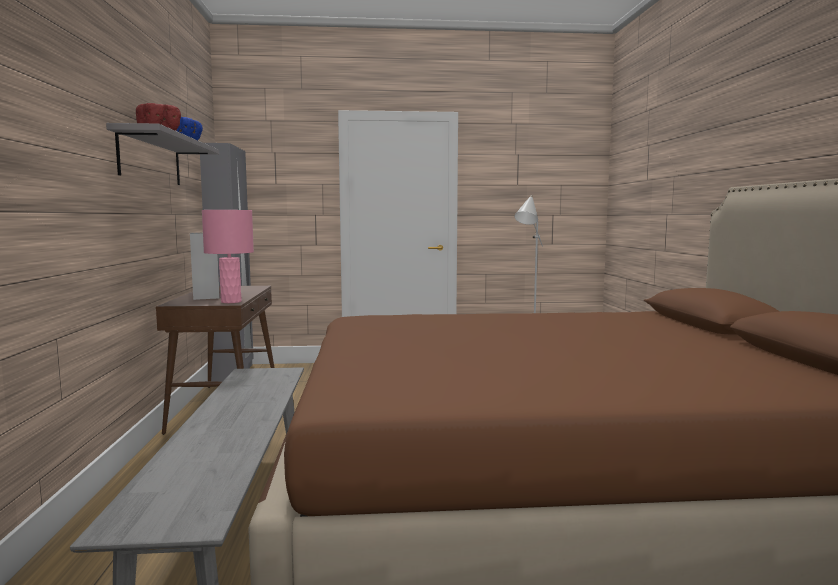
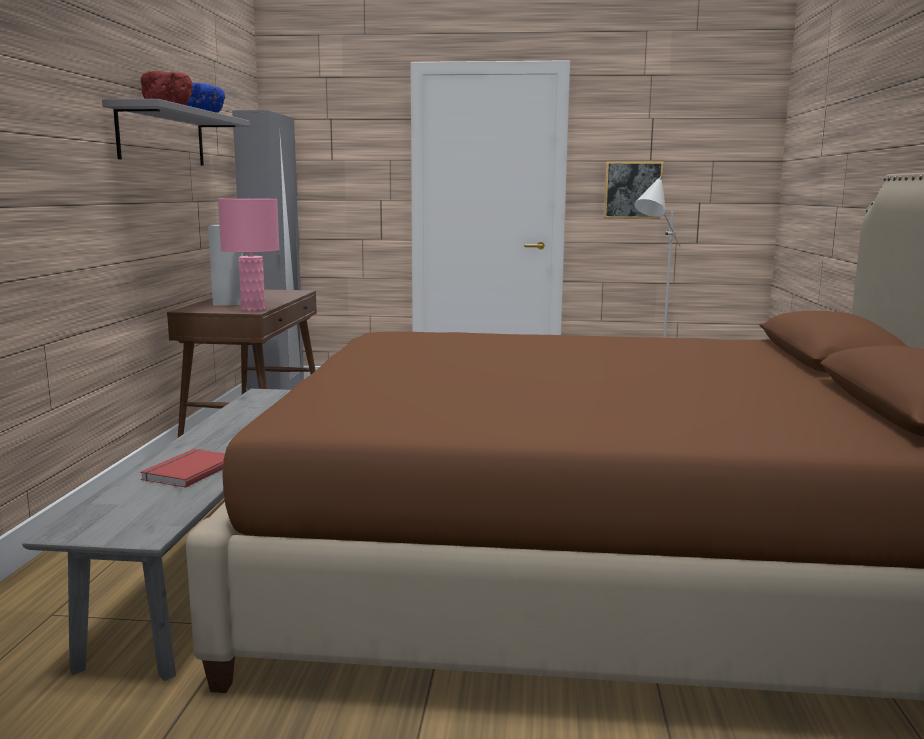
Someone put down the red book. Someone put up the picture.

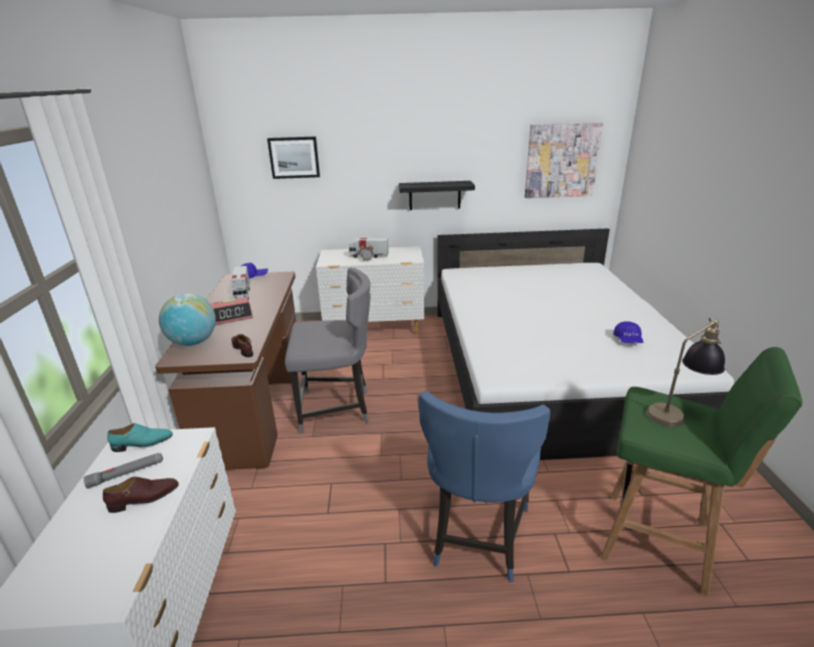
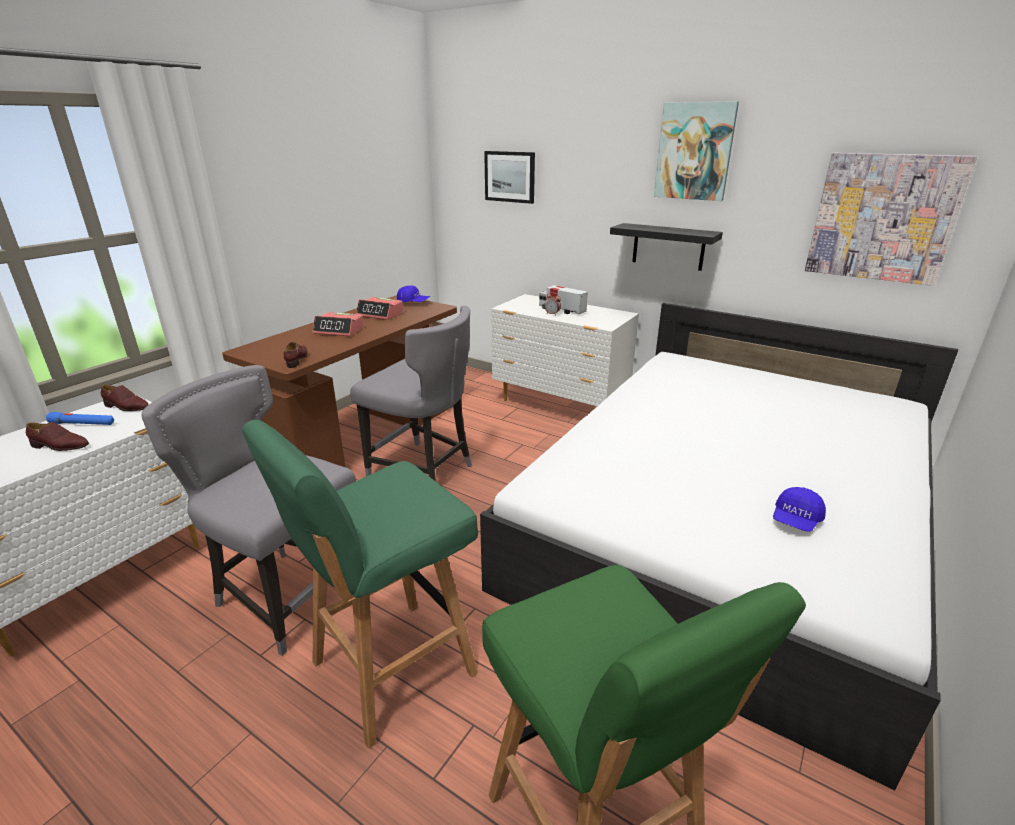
Someone took away the globe. Someone took away the table lamp. Someone put down the grey chair (no. 1 from left). Someone put up the picture (no. 2 from left). Someone swapped the toy truck (no. 1 from left) for the alarm clock (no. 2 from left). Someone swapped the blue chair for the green stool (no. 1 from left). Someone repainted the grey flashlight, which became the blue flashlight. Someone repainted the turquoise shoe, which became the brown shoe (no. 2 from left).

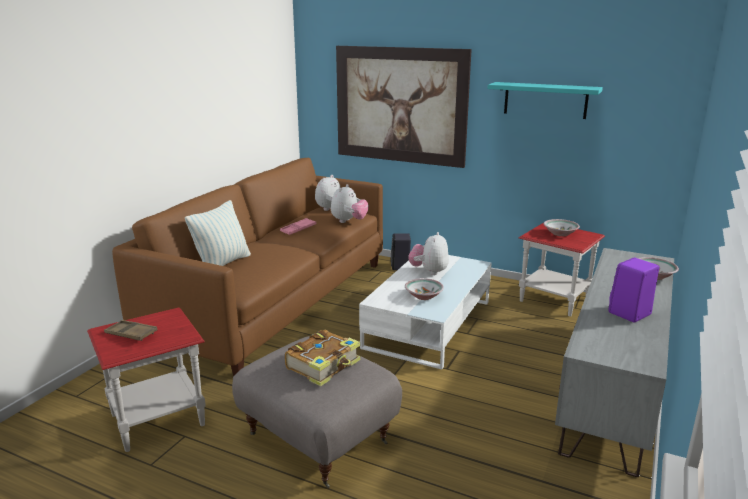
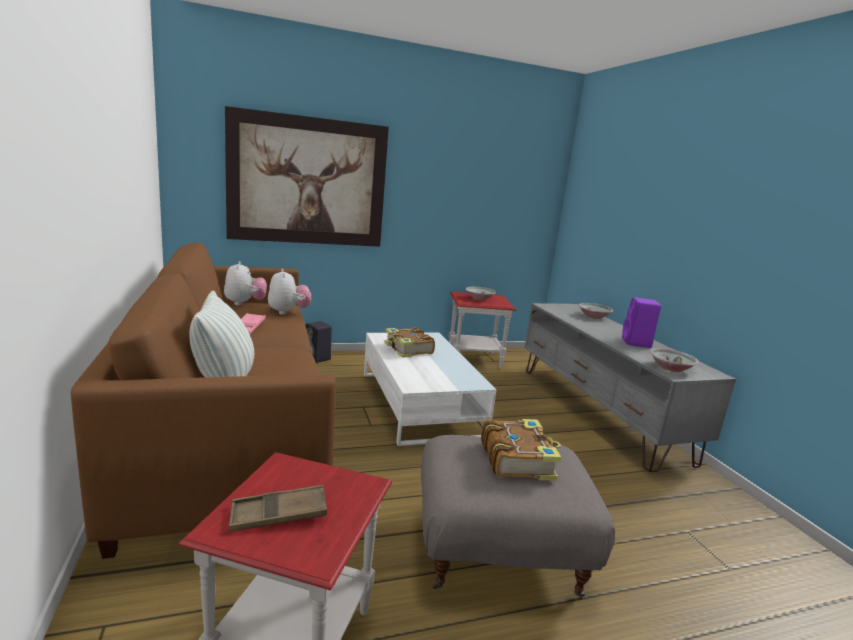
Someone took away the turquoise shelf. Someone carried the bowl (no. 1 from left in the first image). Someone swapped the plush toy (no. 3 from left) for the book (no. 1 from left).

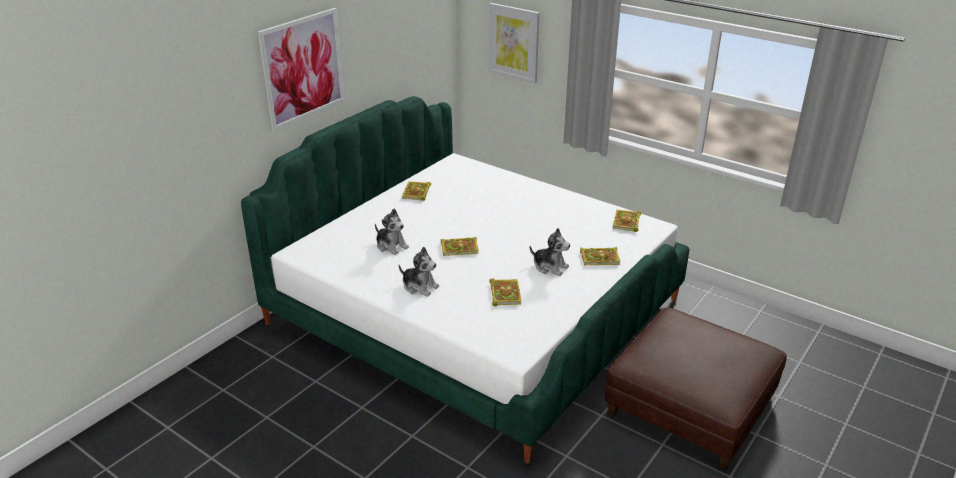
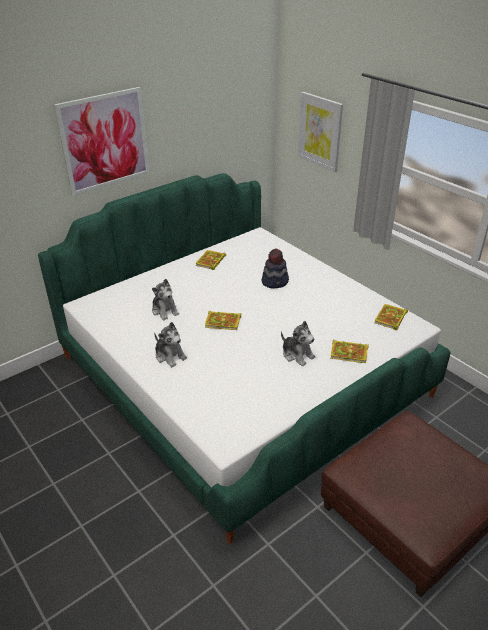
Someone took away the book (no. 3 from left). Someone put down the hat.

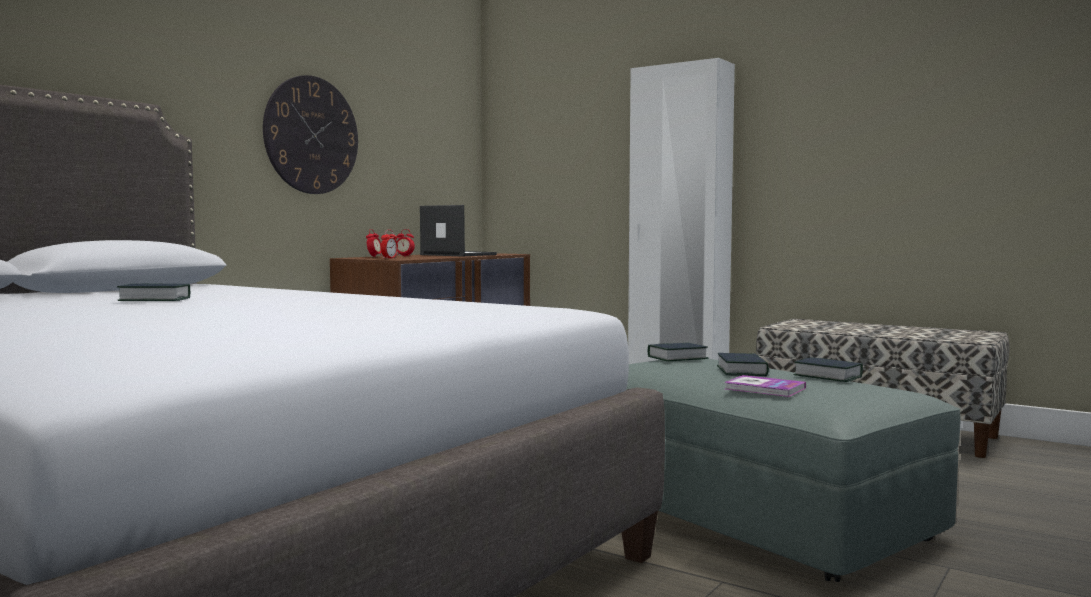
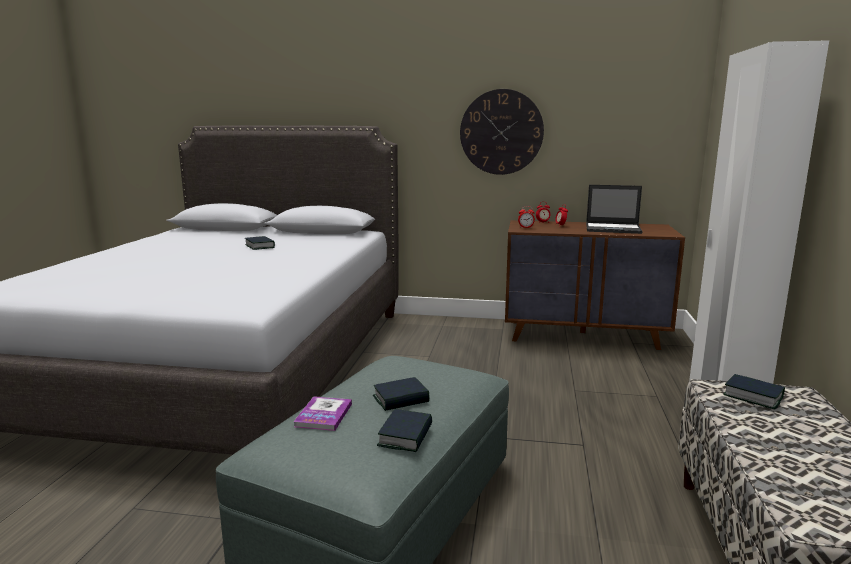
Someone carried the book (no. 2 from left in the first image). Someone rotated the laptop by 90 degrees clockwise.

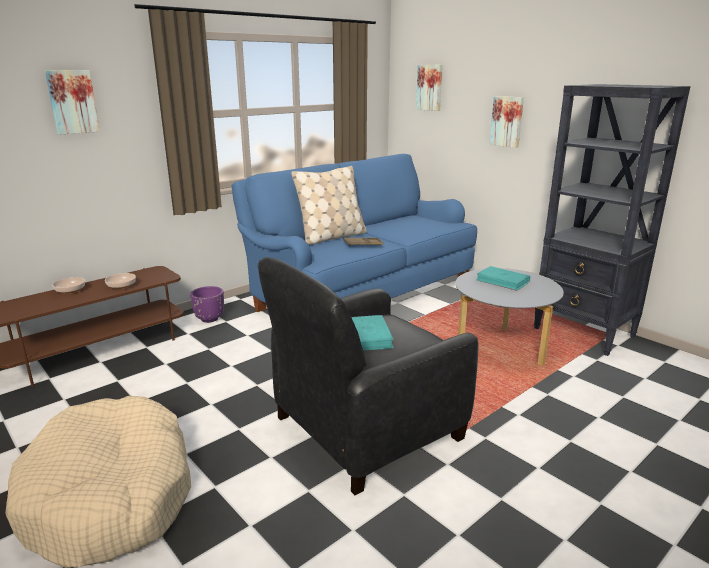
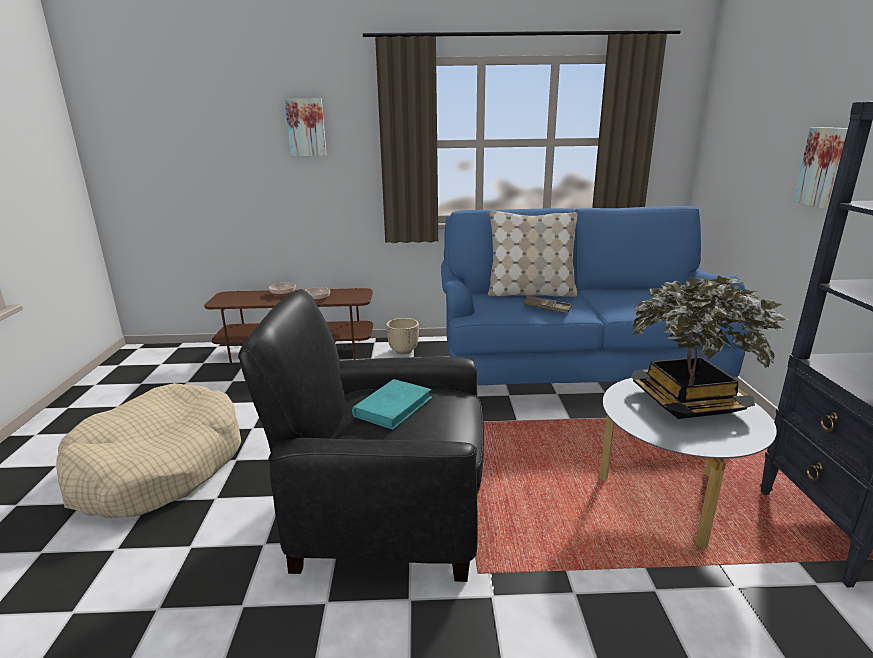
Someone took away the picture (no. 2 from left). Someone swapped the turquoise book (no. 2 from left) for the potted plant. Someone repainted the purple planter, which became the beige planter.

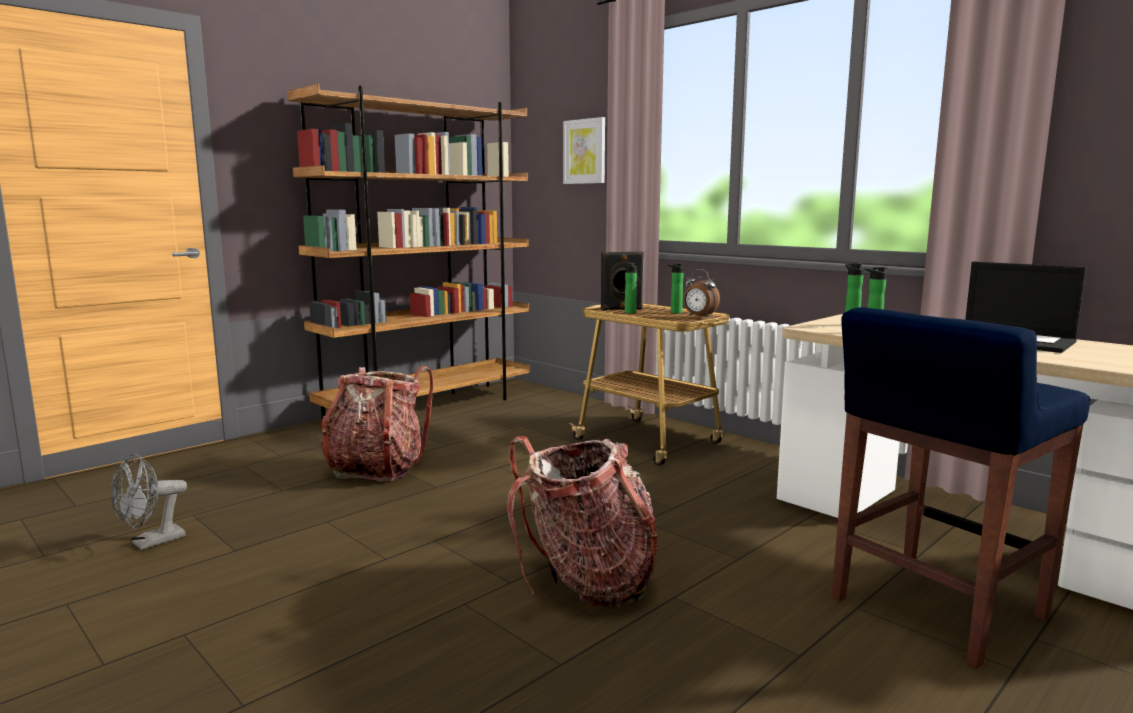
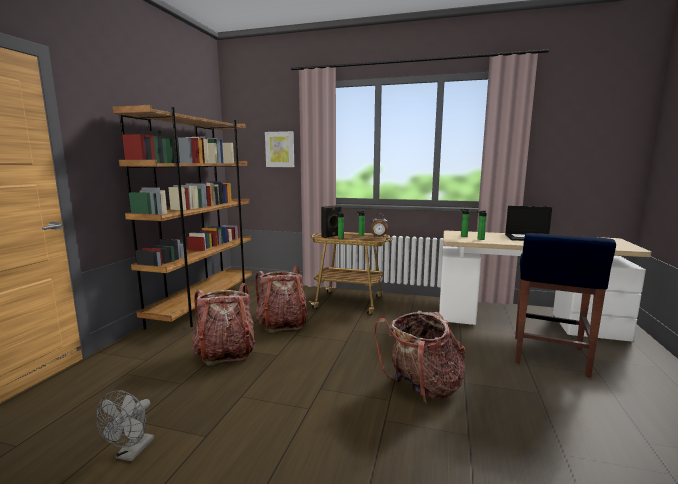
Someone put down the backpack (no. 2 from left).

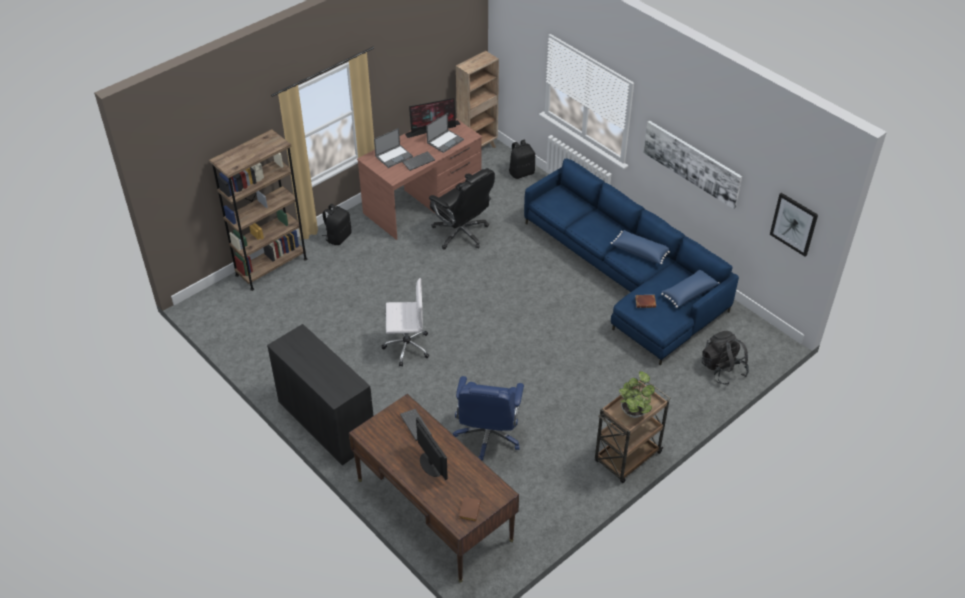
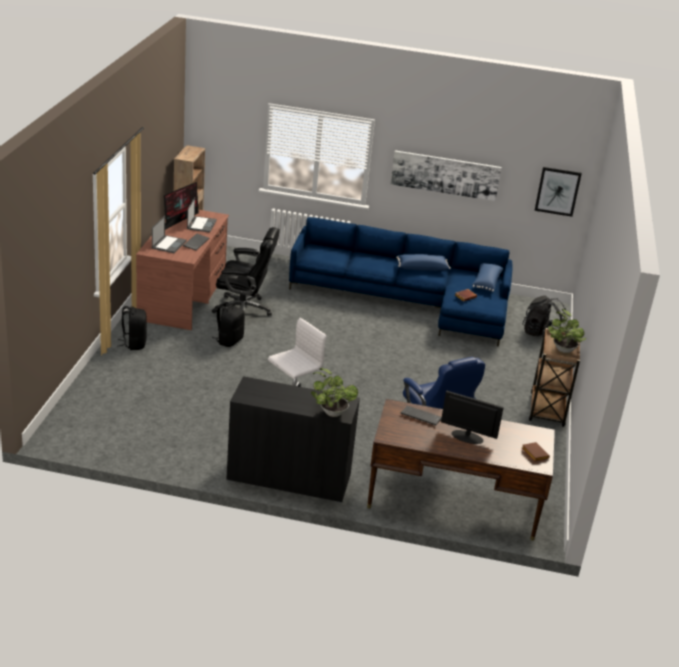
Someone took away the brown bookcase (no. 1 from left). Someone put down the potted plant (no. 1 from left). Someone carried the black backpack (no. 2 from left).

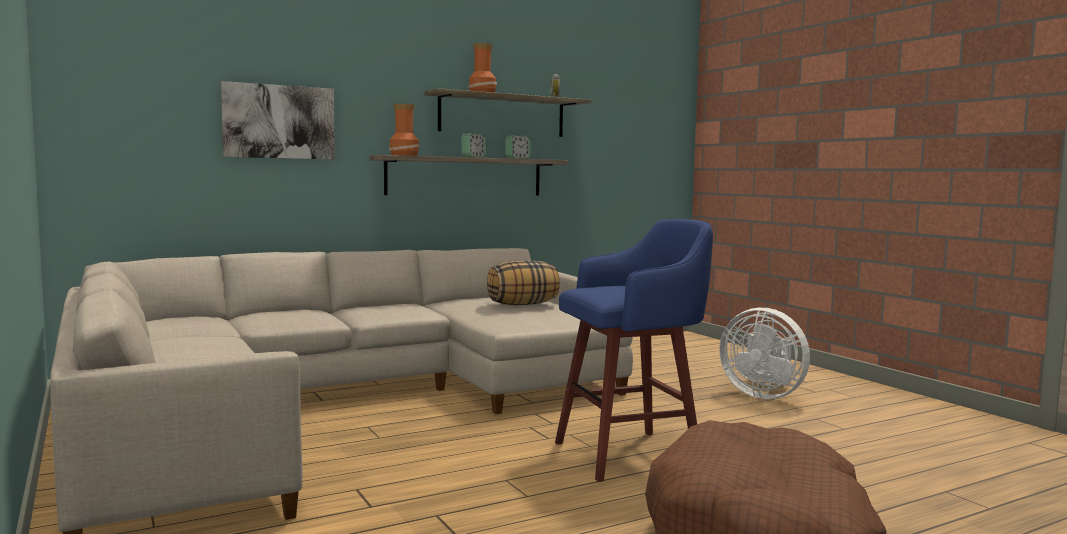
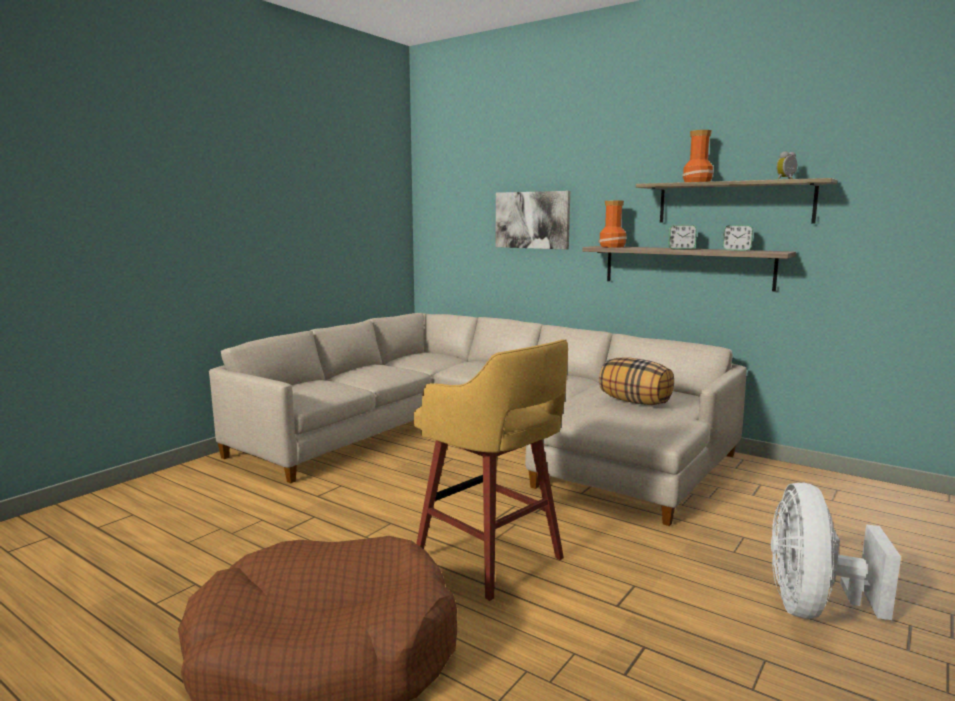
Someone repainted the blue stool, which became the yellow stool.

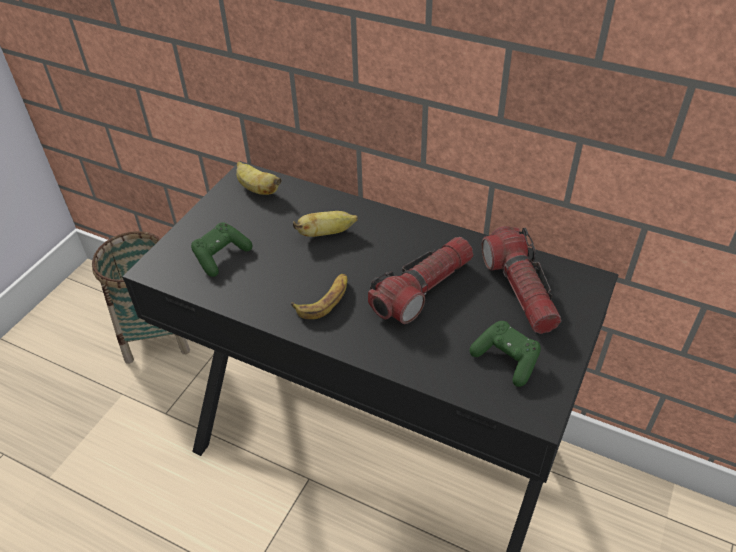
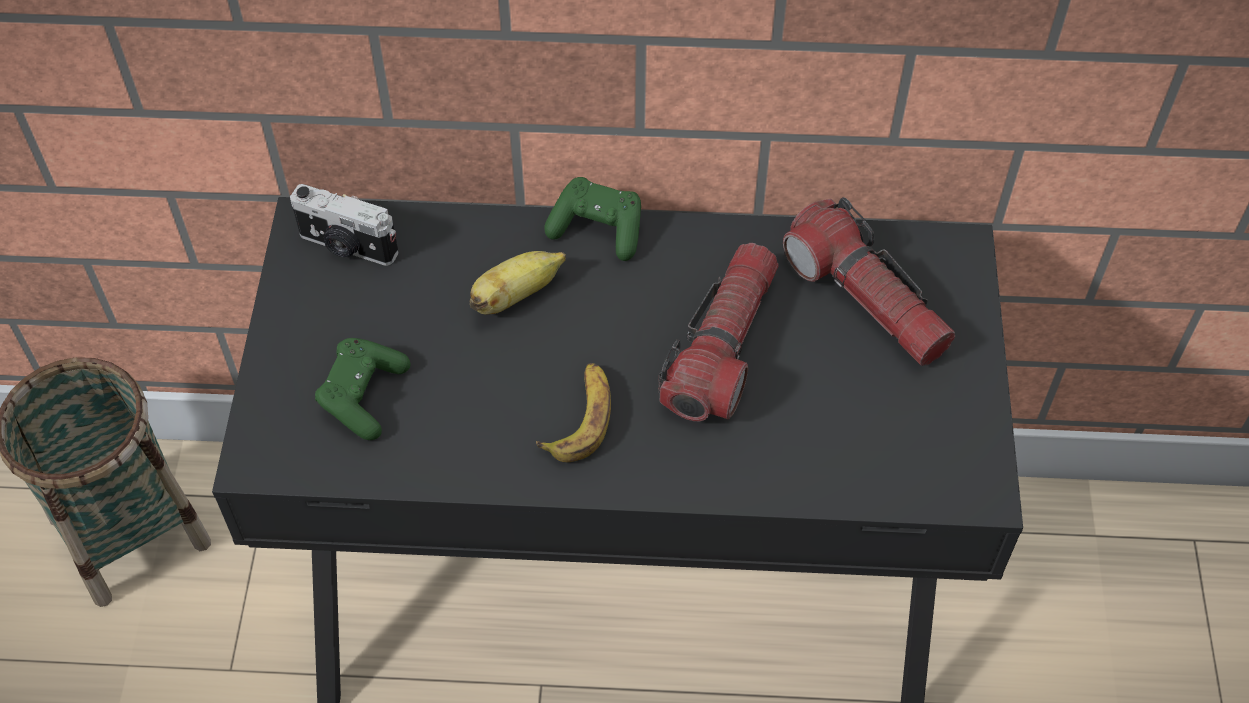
Someone carried the green game controller (no. 2 from left). Someone swapped the banana (no. 1 from left) for the photo camera.

